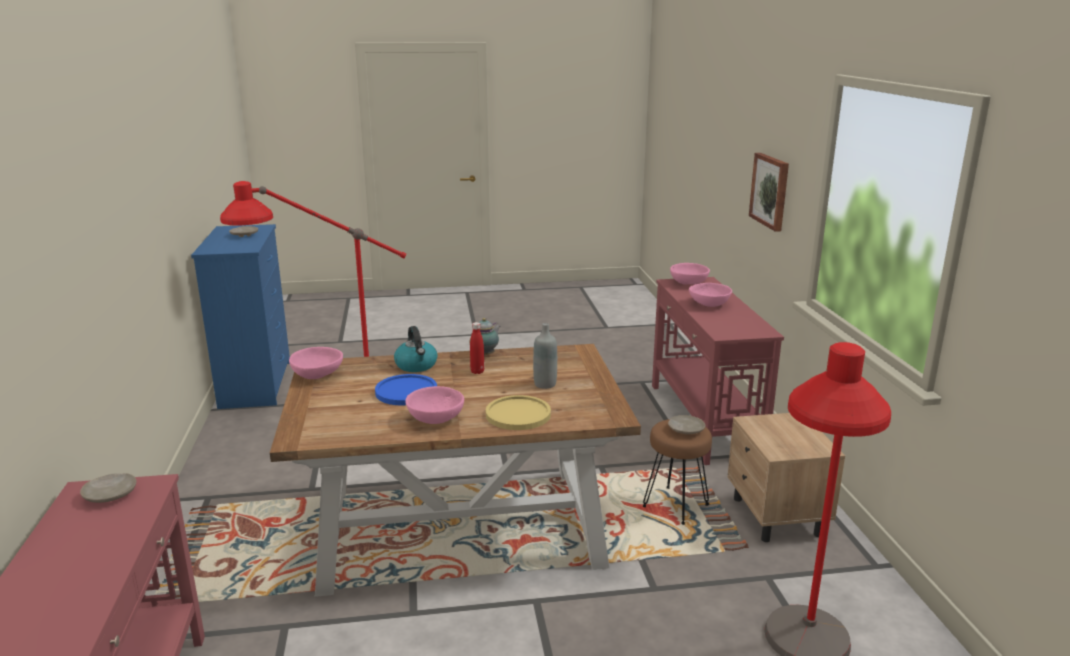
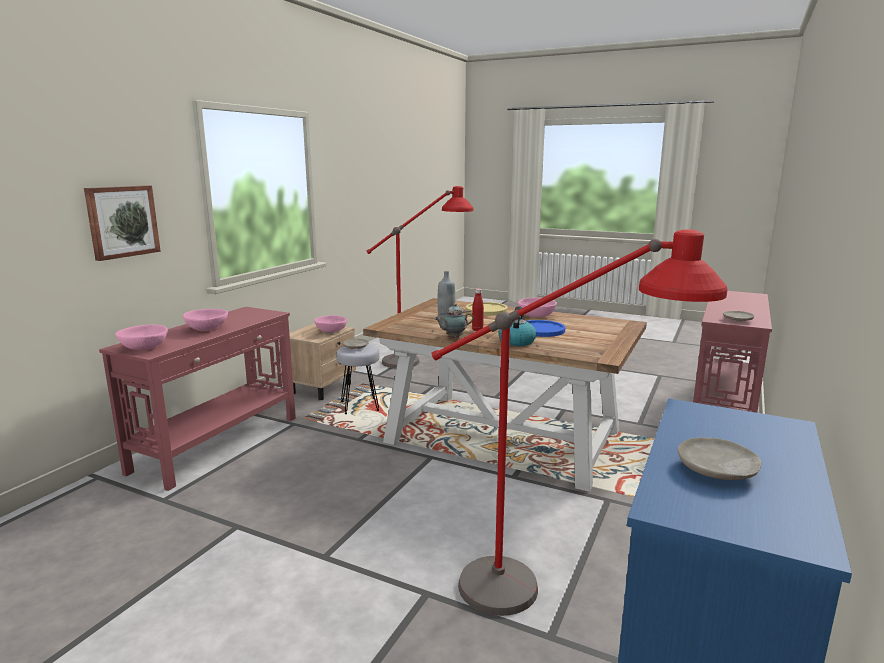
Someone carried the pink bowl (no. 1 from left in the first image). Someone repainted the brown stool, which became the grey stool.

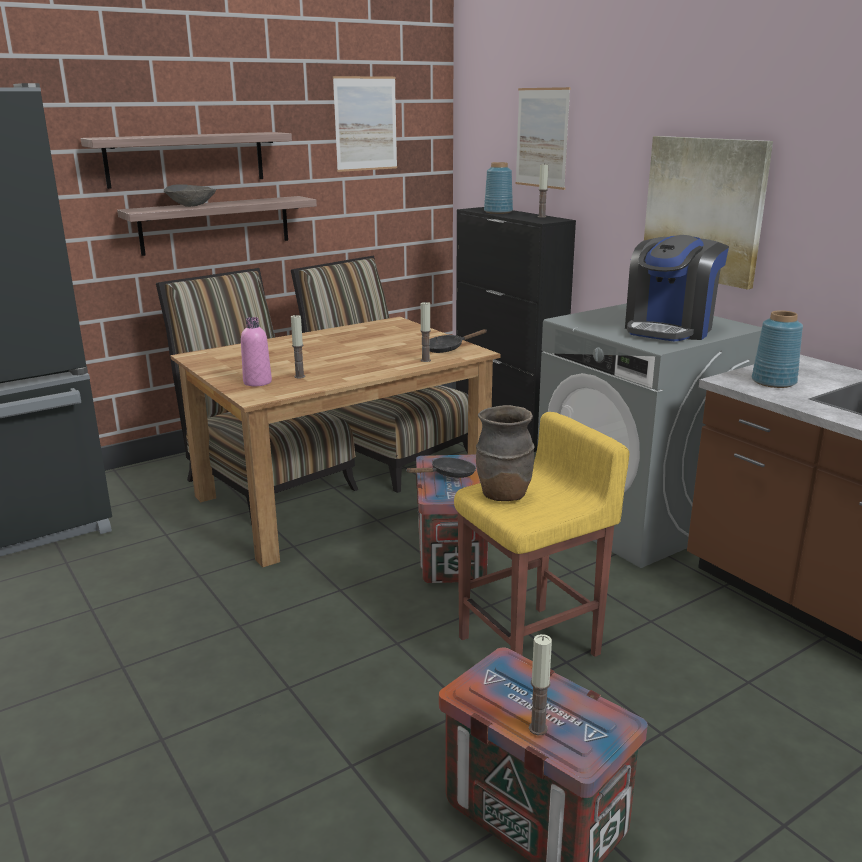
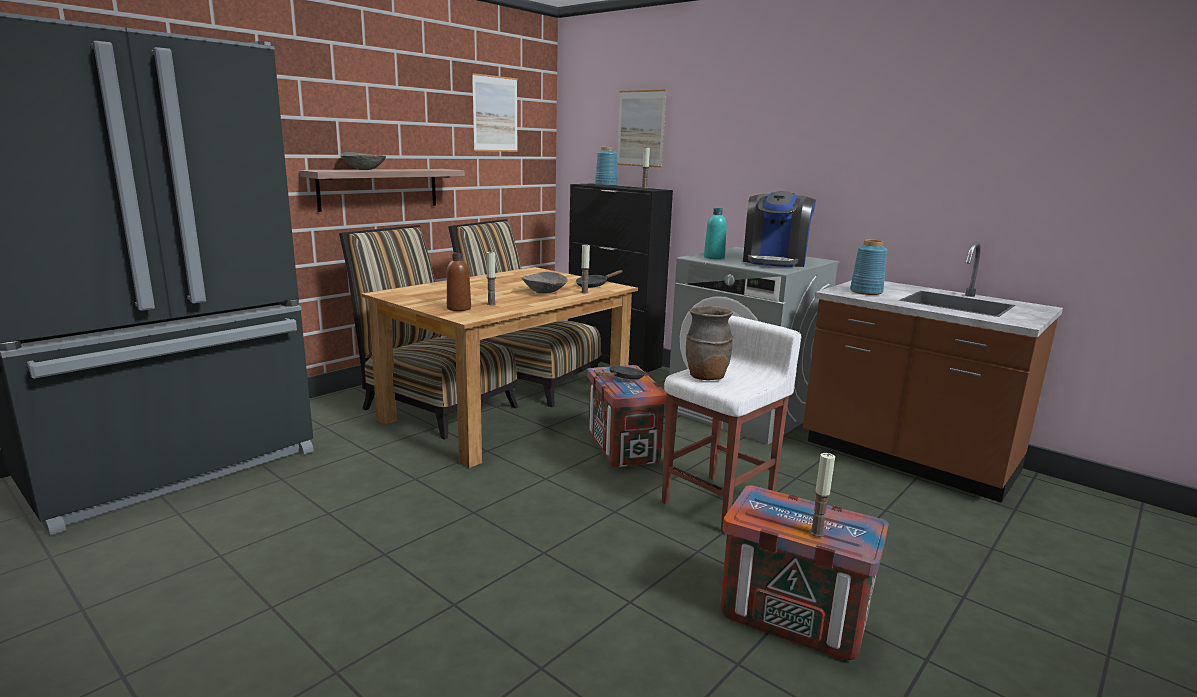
Someone took away the shelf (no. 1 from left). Someone took away the picture (no. 3 from left). Someone put down the grey bowl (no. 2 from left). Someone put down the turquoise bottle. Someone repainted the pink bottle, which became the brown bottle. Someone repainted the yellow stool, which became the white stool.

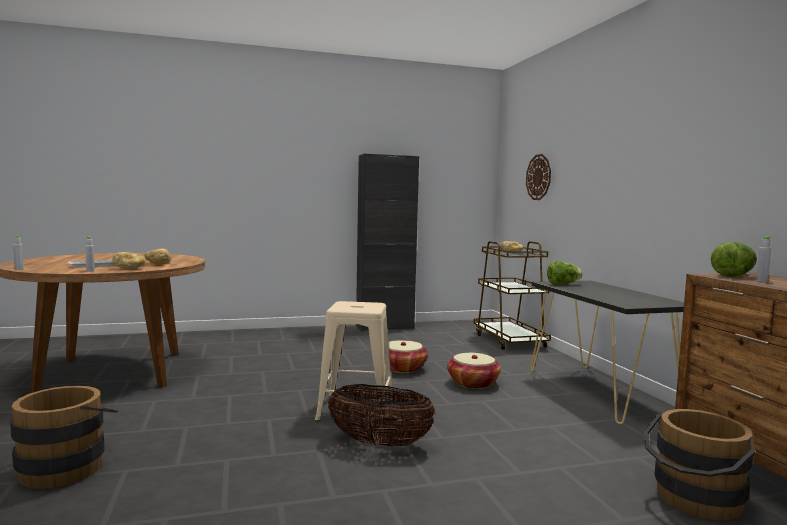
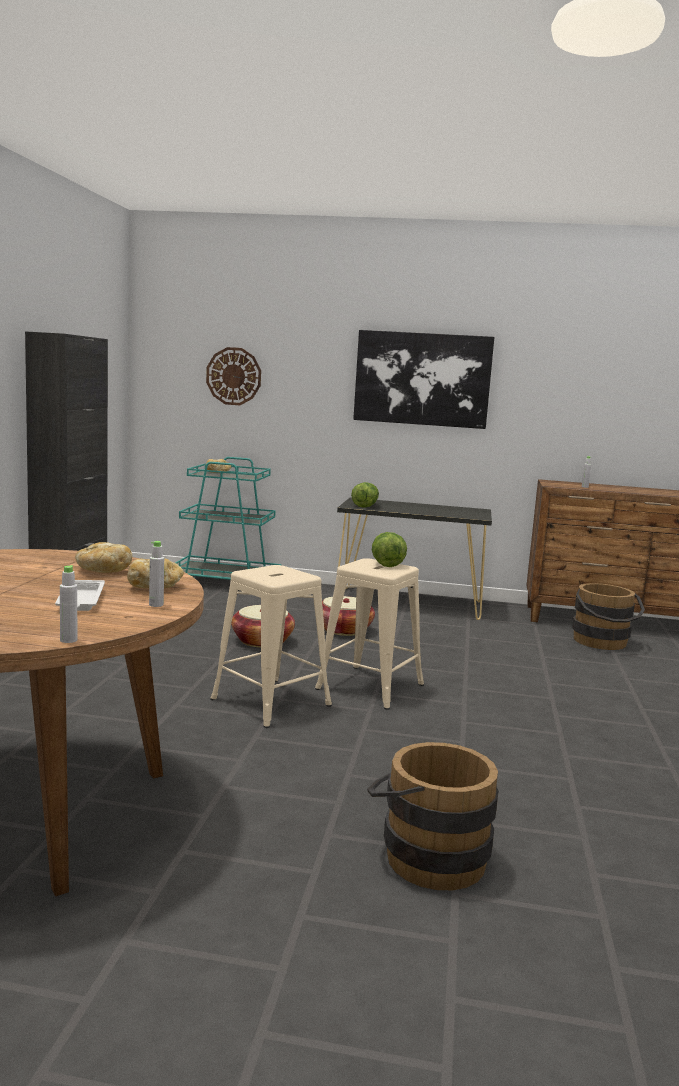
Someone took away the basket (no. 1 from left). Someone put down the beige stool (no. 1 from left). Someone put up the picture. Someone carried the lettuce (no. 2 from left). Someone repainted the brown cart, which became the turquoise cart.

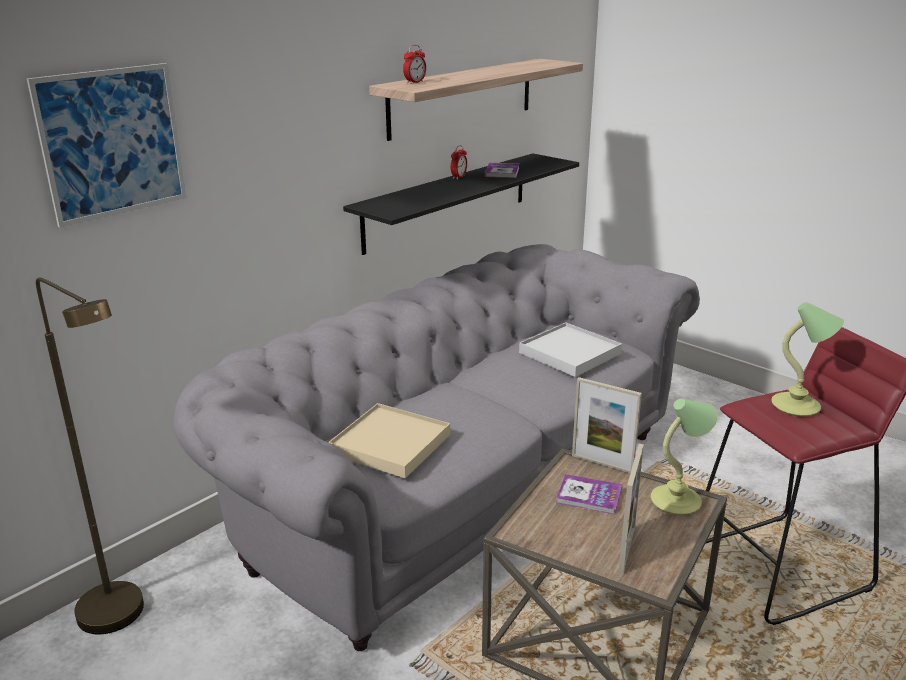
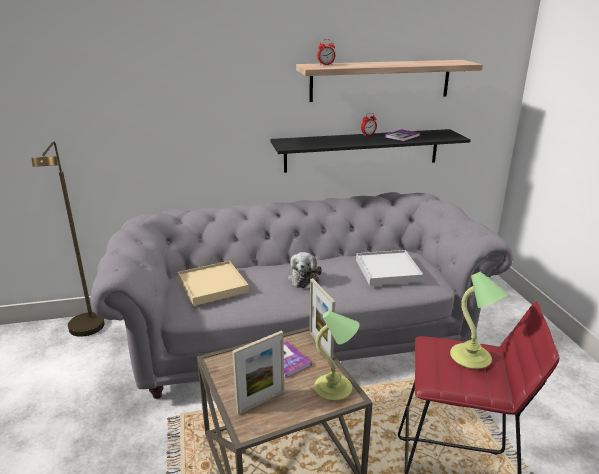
Someone took away the picture. Someone put down the plush toy.

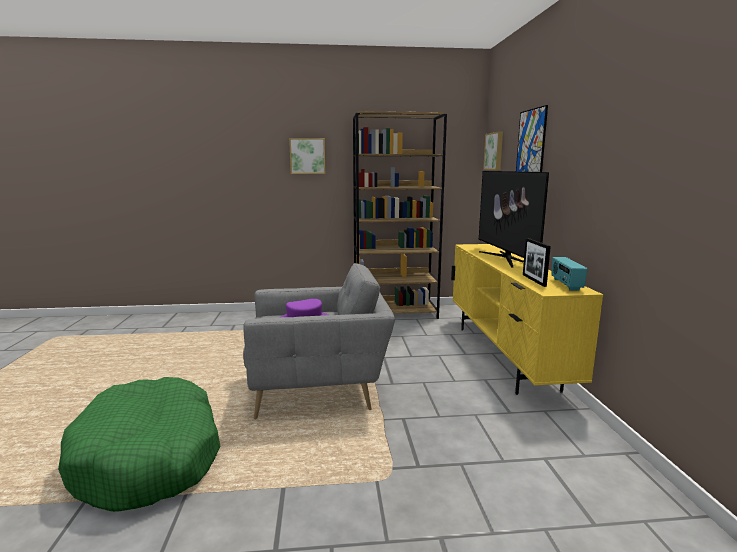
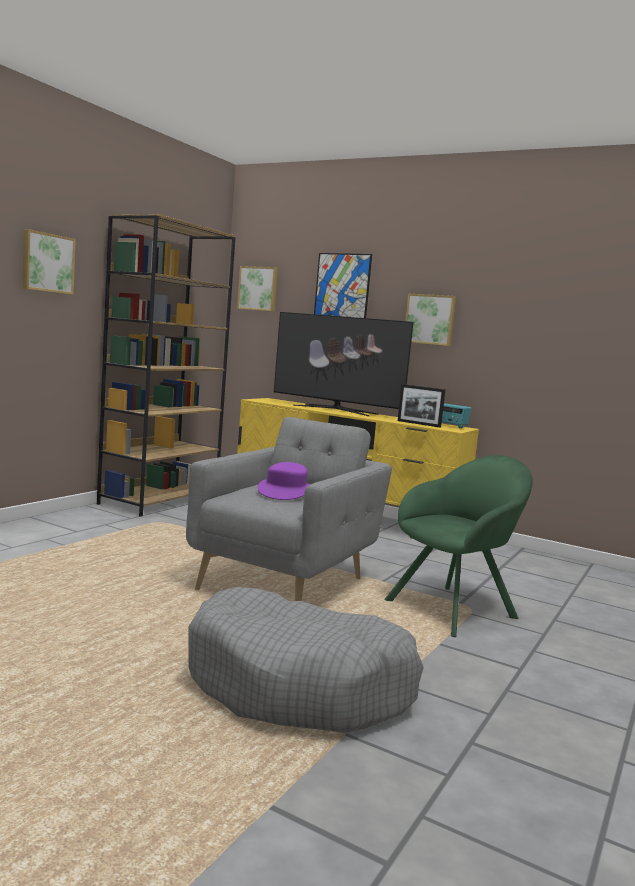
Someone put down the green armchair. Someone put up the picture (no. 4 from left). Someone repainted the green dog bed, which became the grey dog bed.

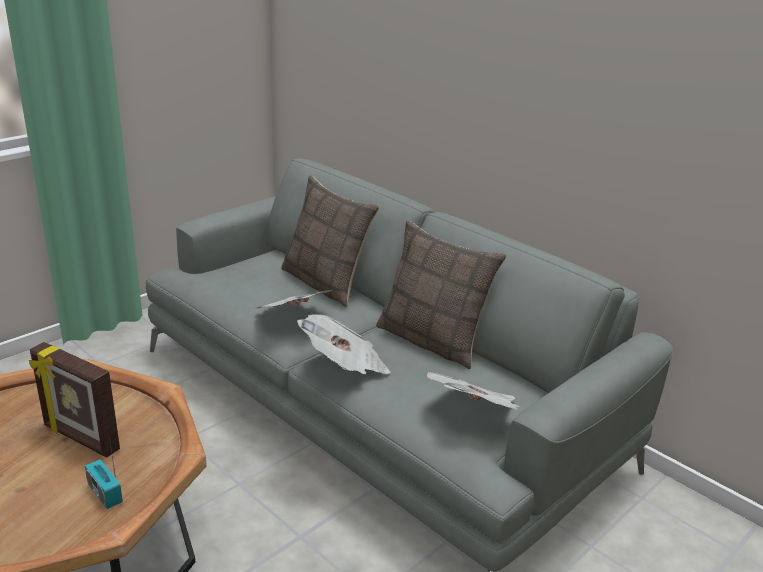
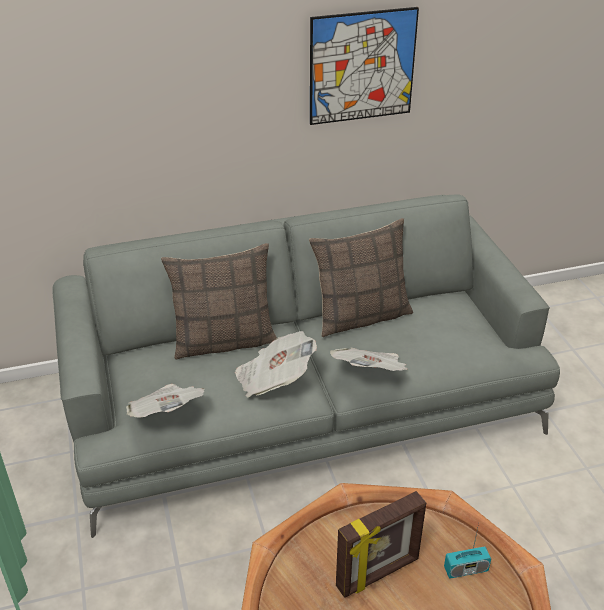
Someone put up the picture. Someone carried the newspaper (no. 3 from left in the first image).

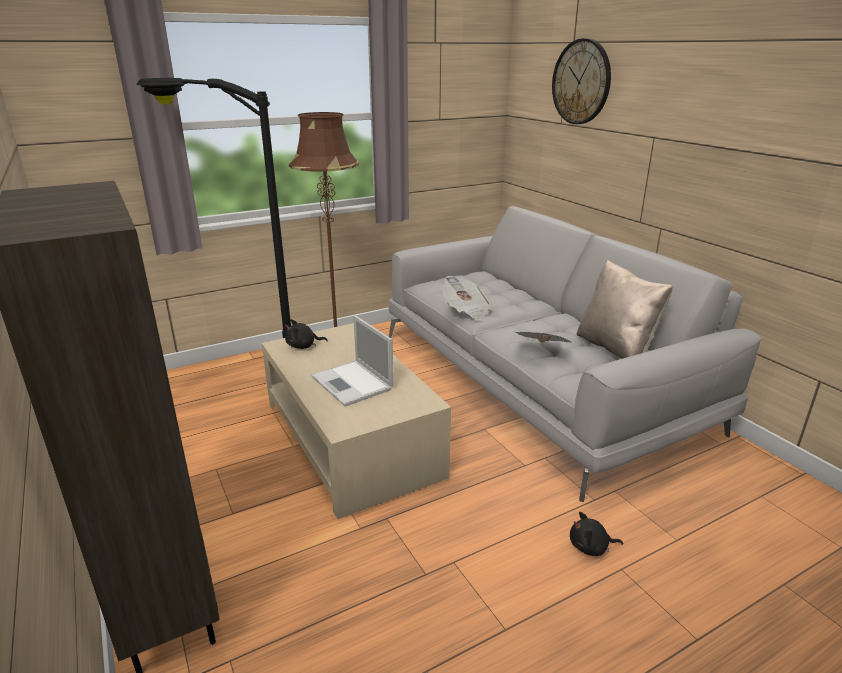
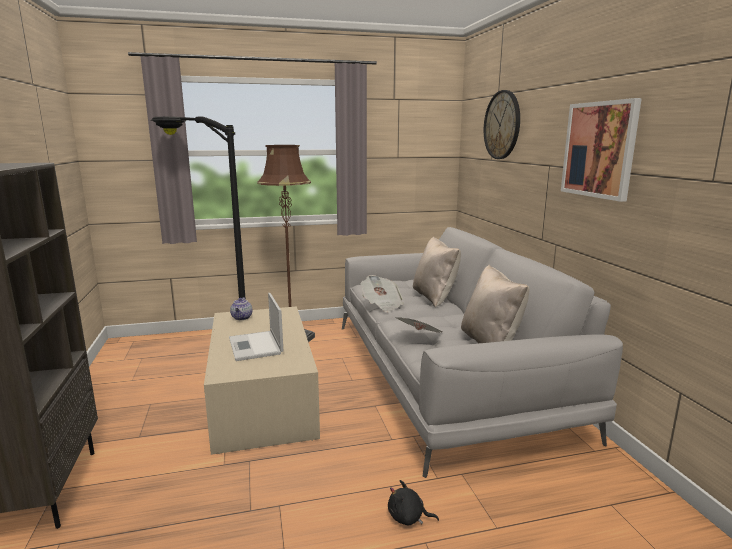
Someone put down the beige pillow (no. 1 from left). Someone put up the picture. Someone swapped the black plush toy (no. 1 from left) for the teapot.

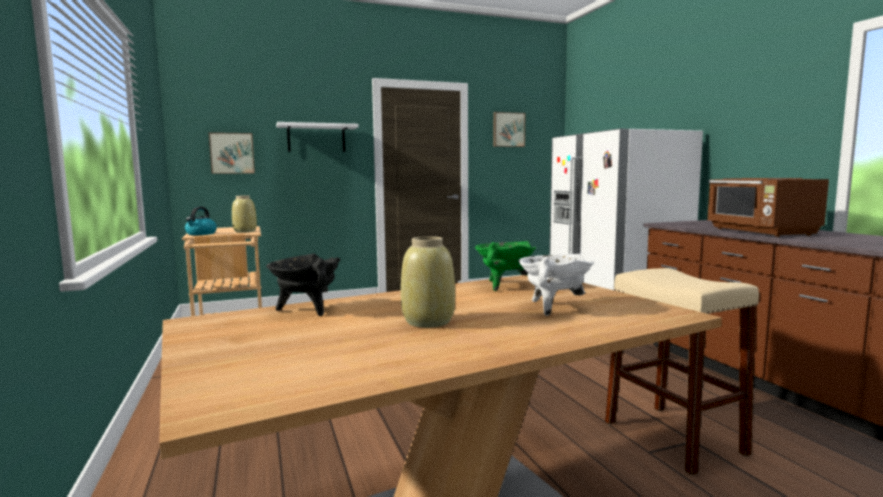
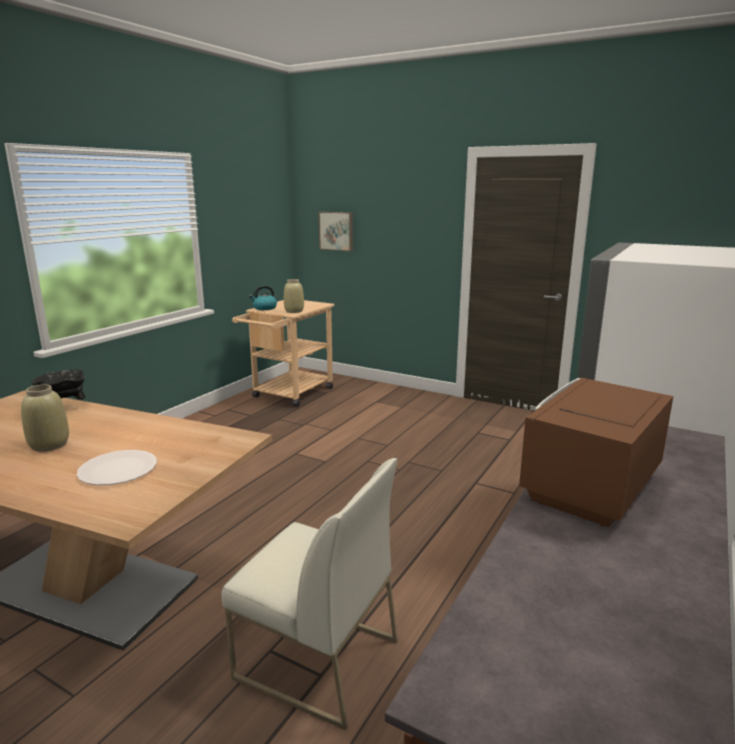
Someone took away the white shelf. Someone took away the green cooking pot. Someone took away the picture (no. 2 from left). Someone swapped the white cooking pot for the white plate. Someone swapped the beige stool for the white chair.

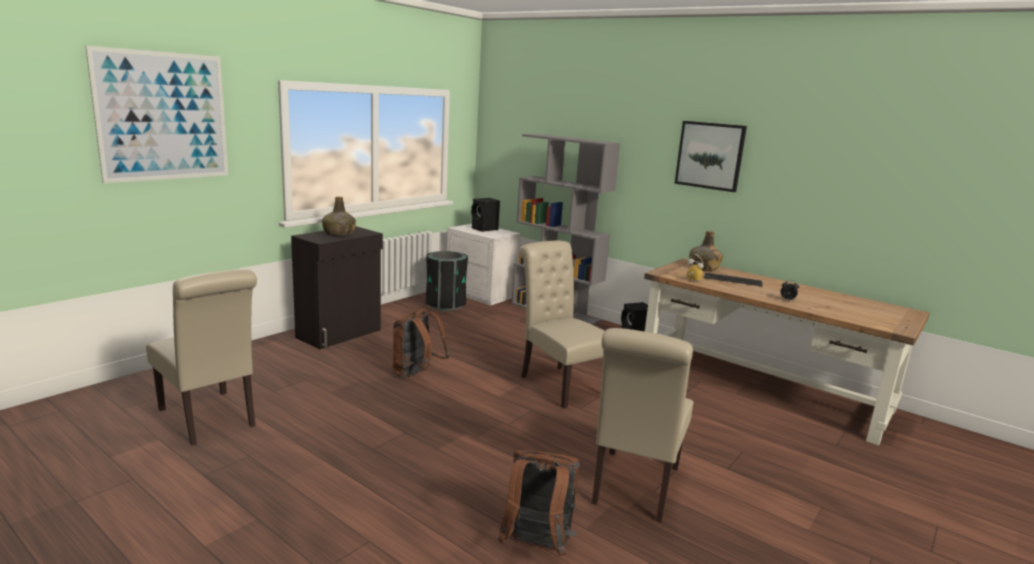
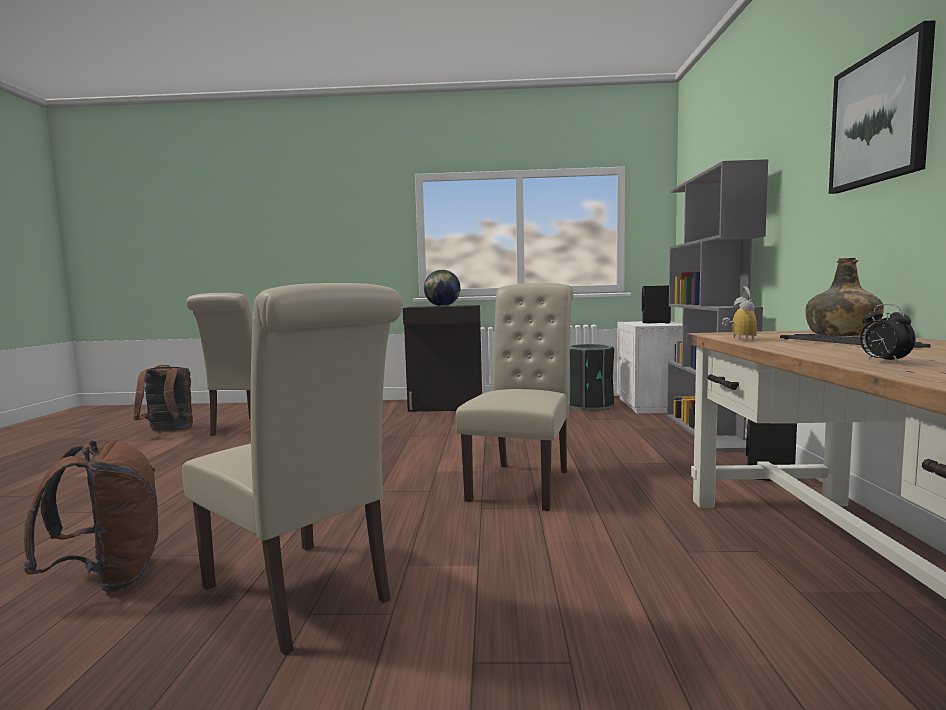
Someone took away the picture (no. 1 from left). Someone carried the brown backpack (no. 1 from left in the first image). Someone swapped the green bottle (no. 1 from left) for the globe. Someone rotated the beige chair (no. 3 from left in the first image) by 120 degrees counterclockwise.

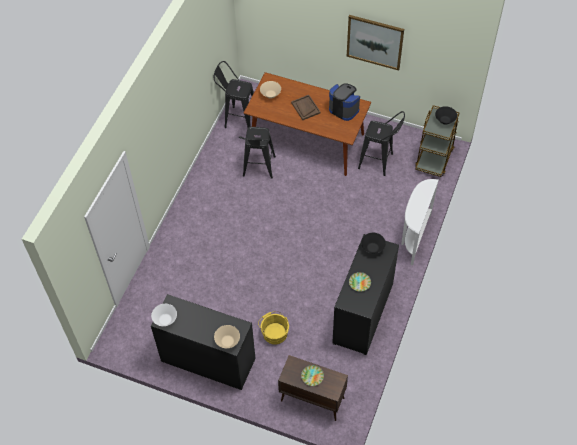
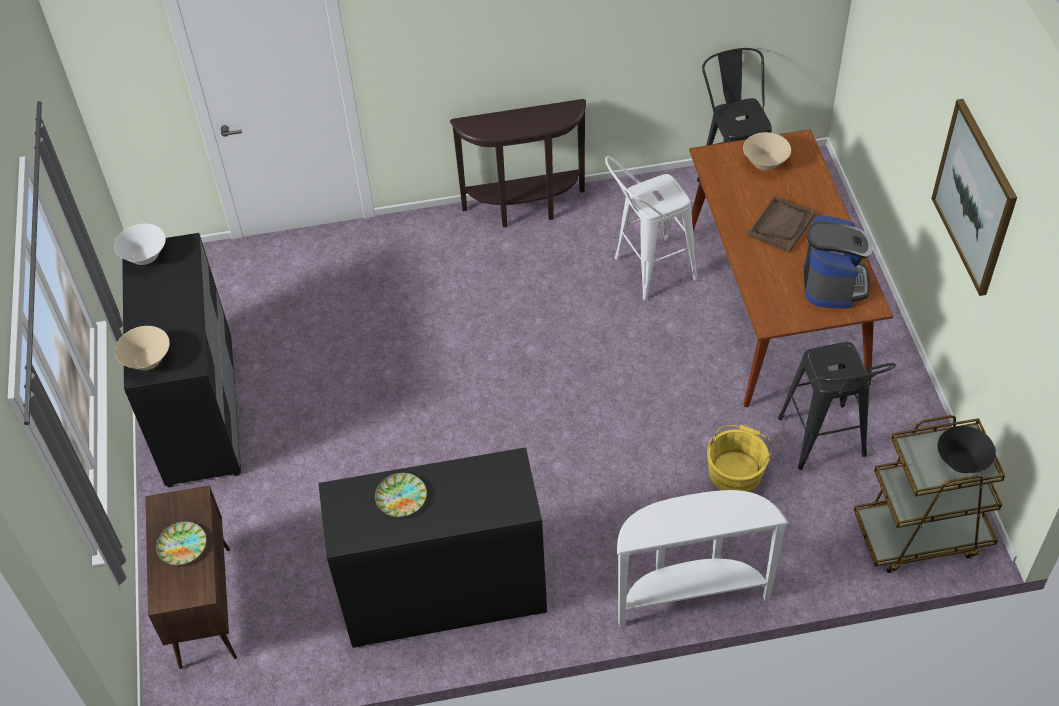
Someone took away the black bowl (no. 1 from left). Someone put down the brown console table. Someone carried the yellow bucket. Someone repainted the black stool (no. 2 from left), which became the white stool.

